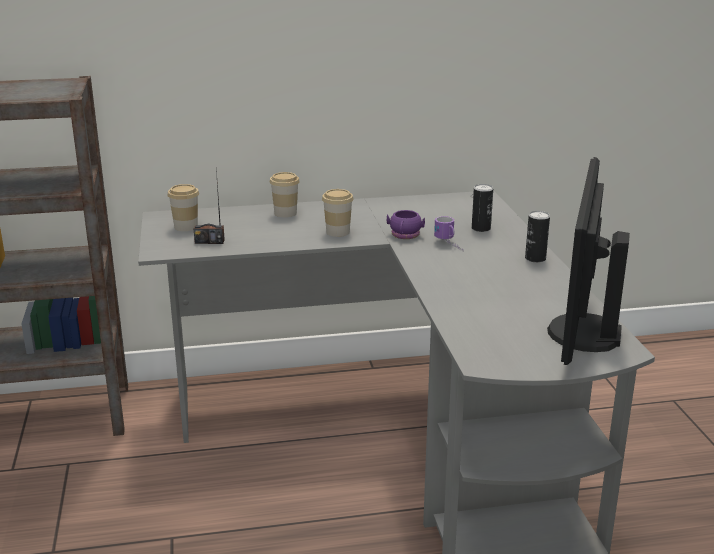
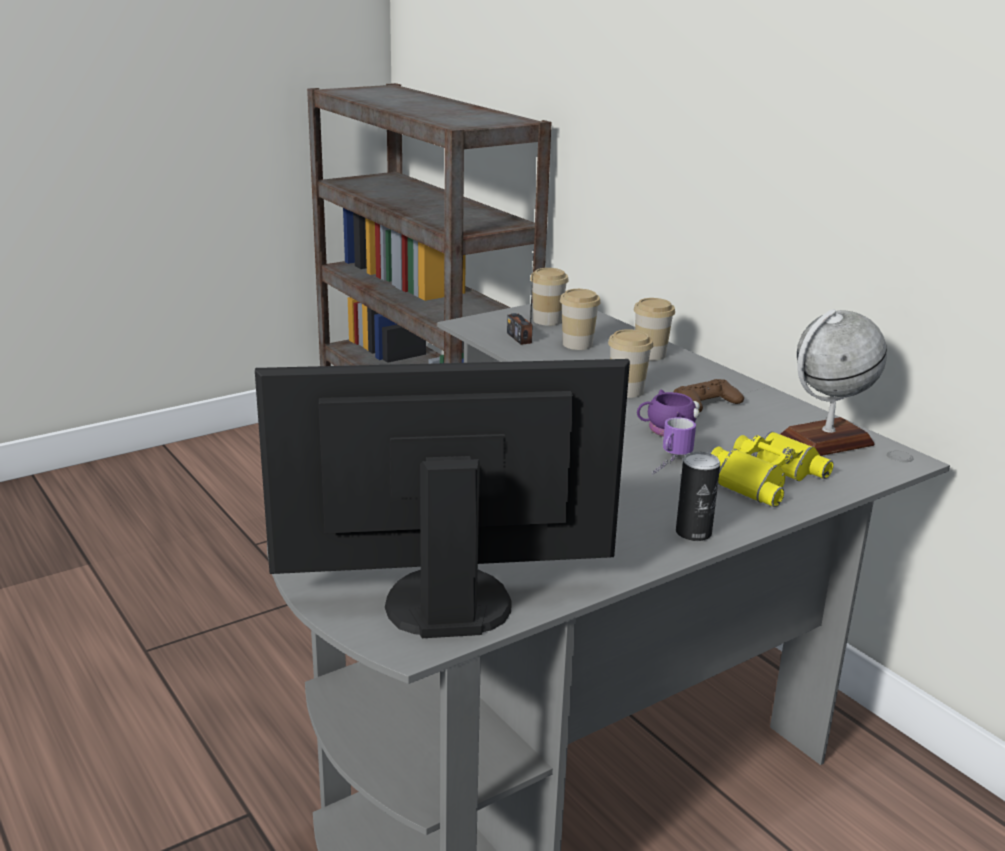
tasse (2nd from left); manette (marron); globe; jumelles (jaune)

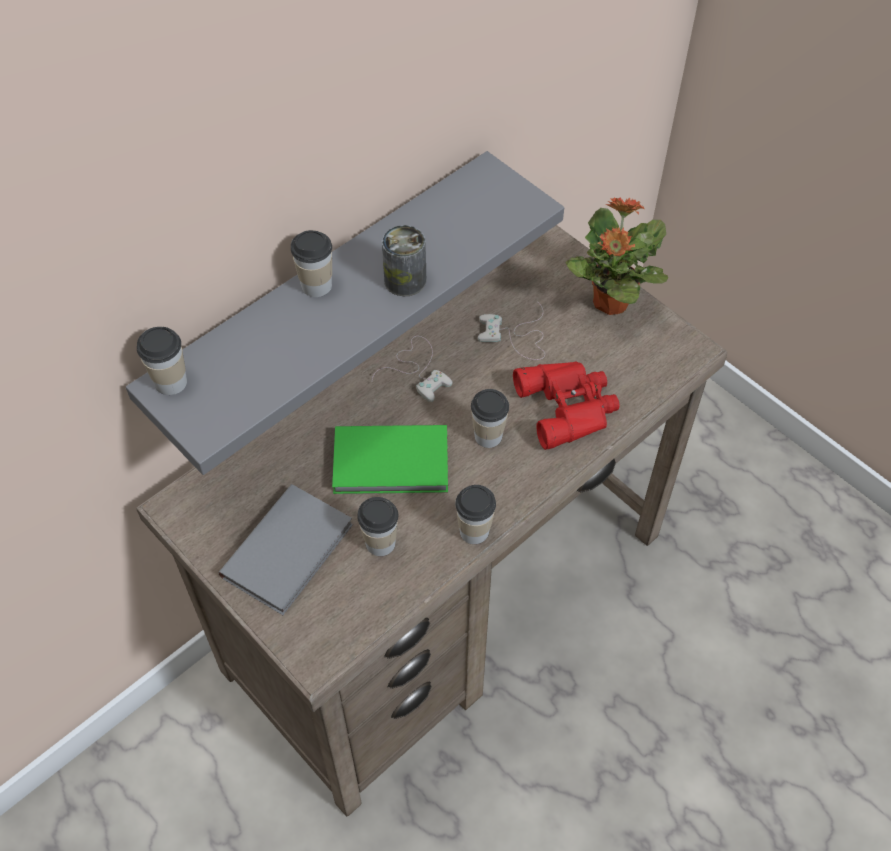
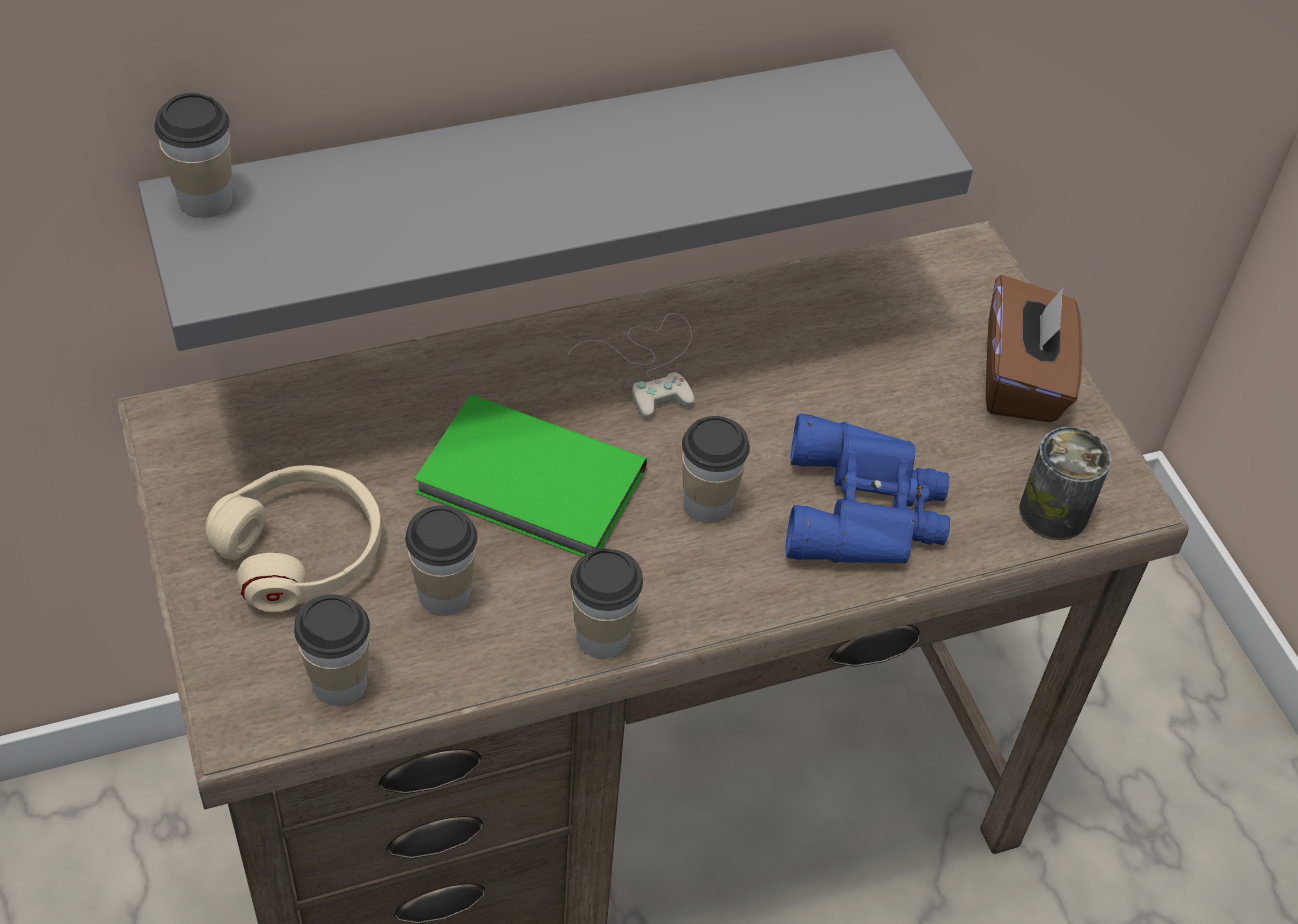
manette (blanc) (2nd from left in the first image); tasse (2nd from left); boîte métallique; casque audio (beige); boîte à mouchoirs (marron); jumelles (bleu)

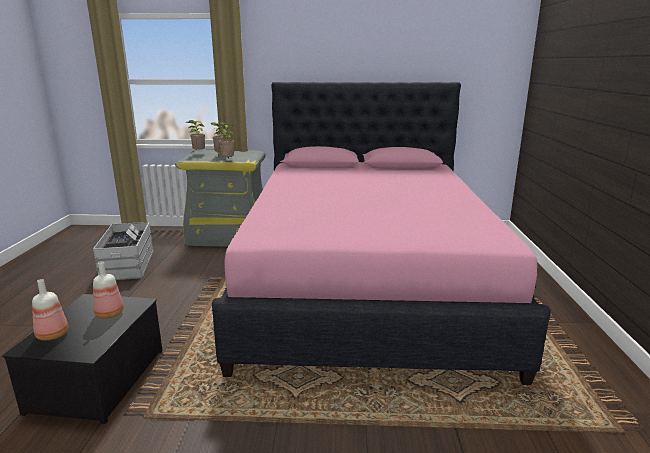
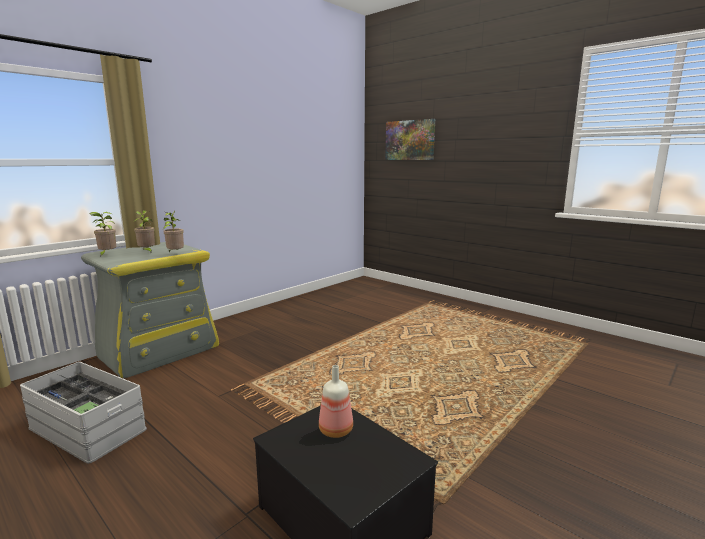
bouteille (1st from left in the first image); lit (rose); tableau

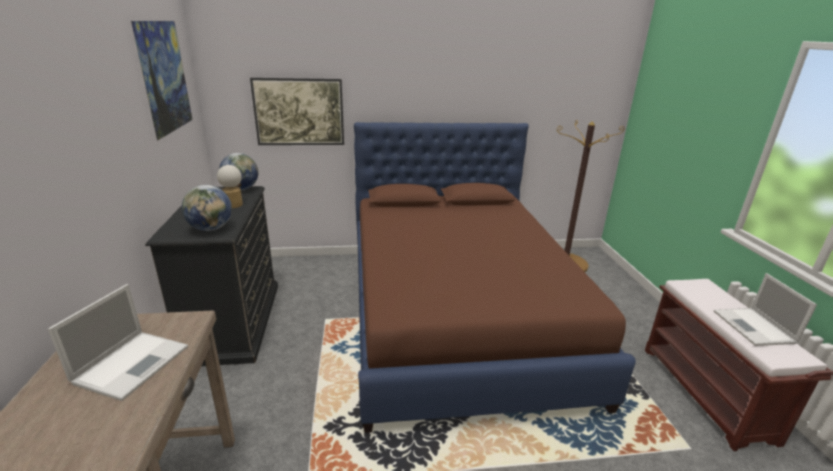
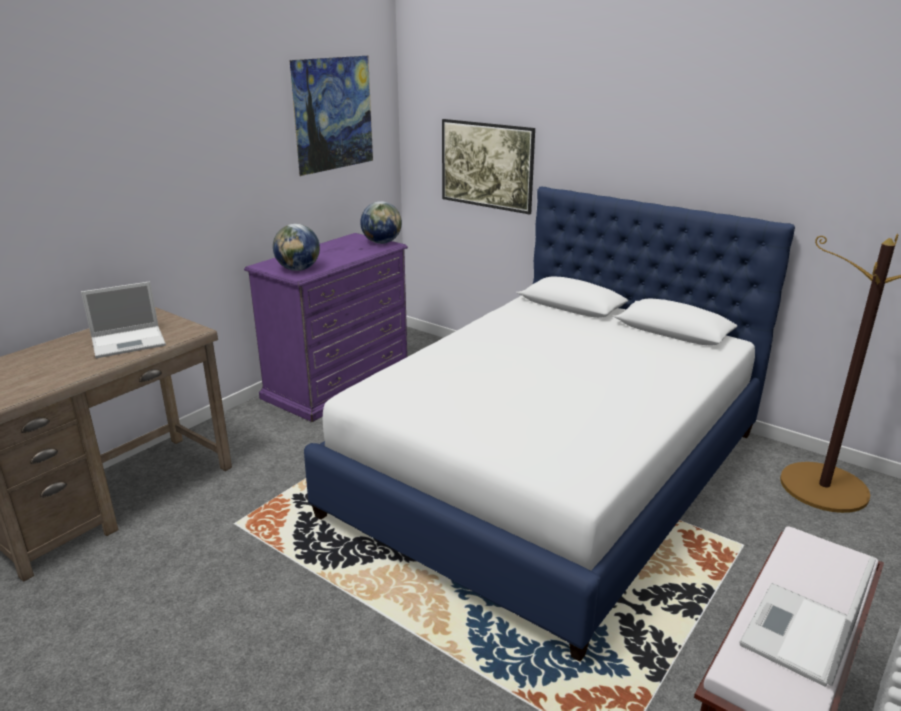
lampe de table; commode (violet); lit (blanc)

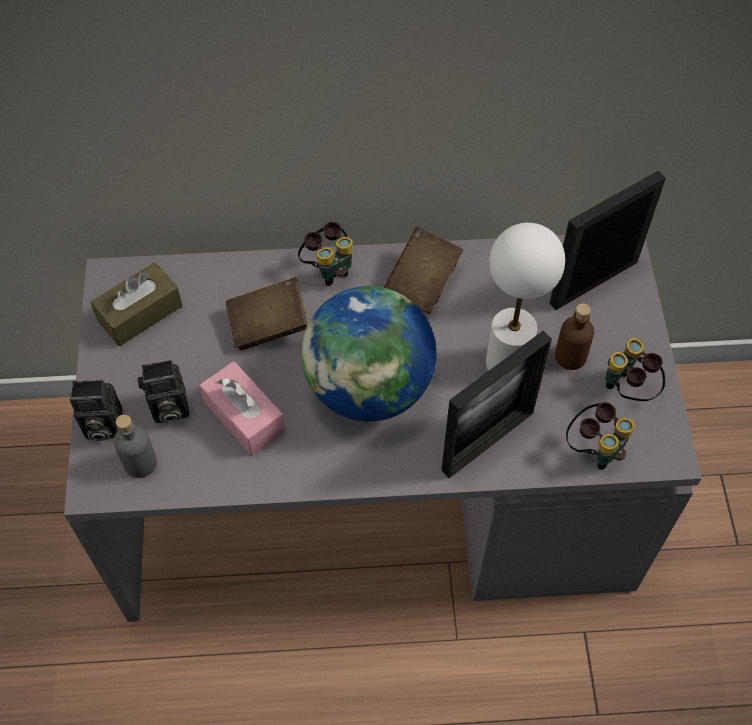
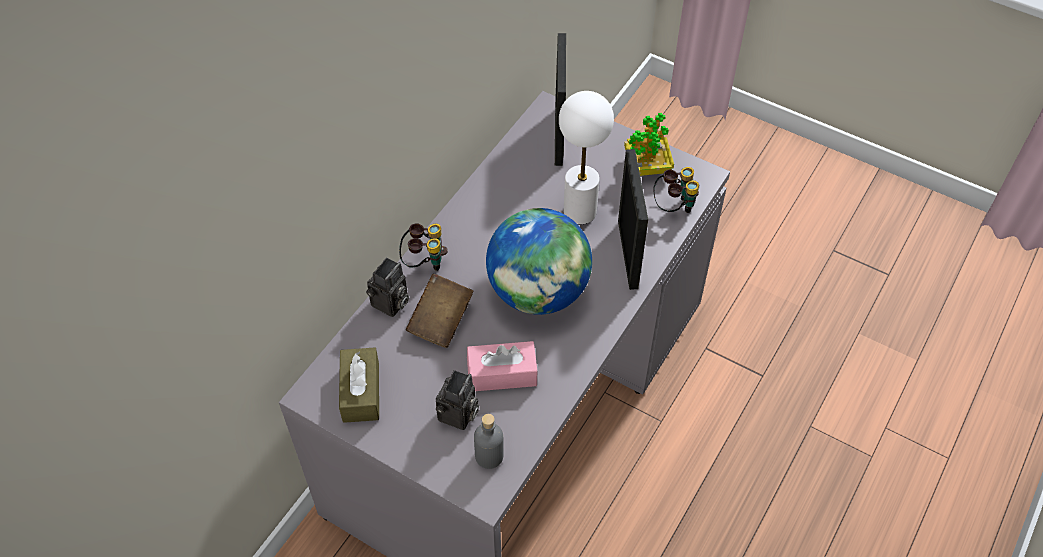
livre (marron) (2nd from left in the first image); bouteille (marron); appareil photo (1st from left); plante en pot

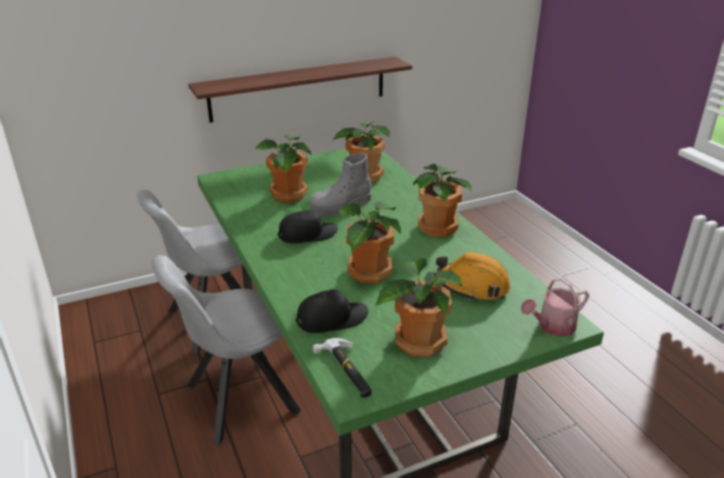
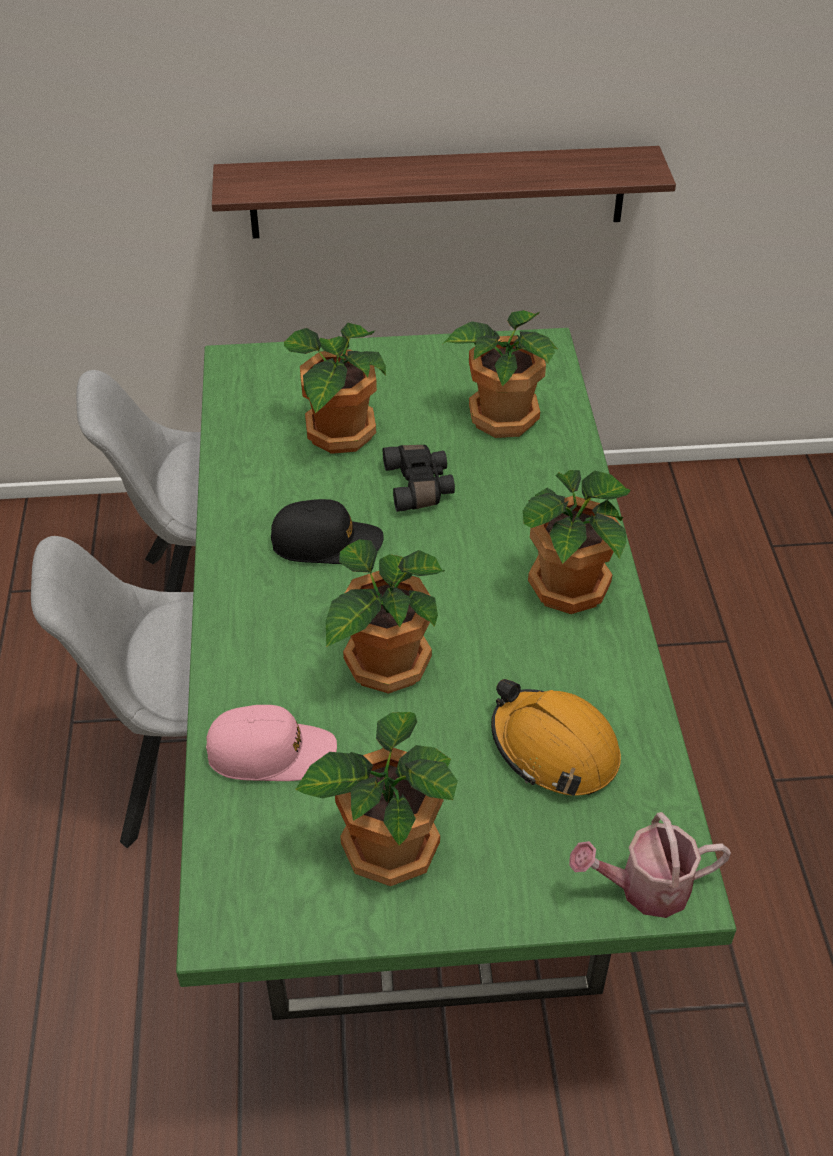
marteau; jumelles (noir); casquette (rose)

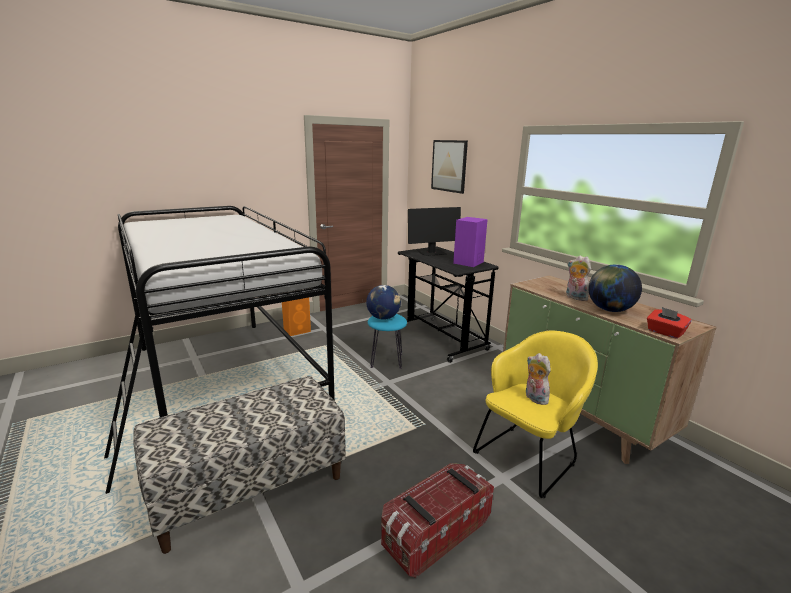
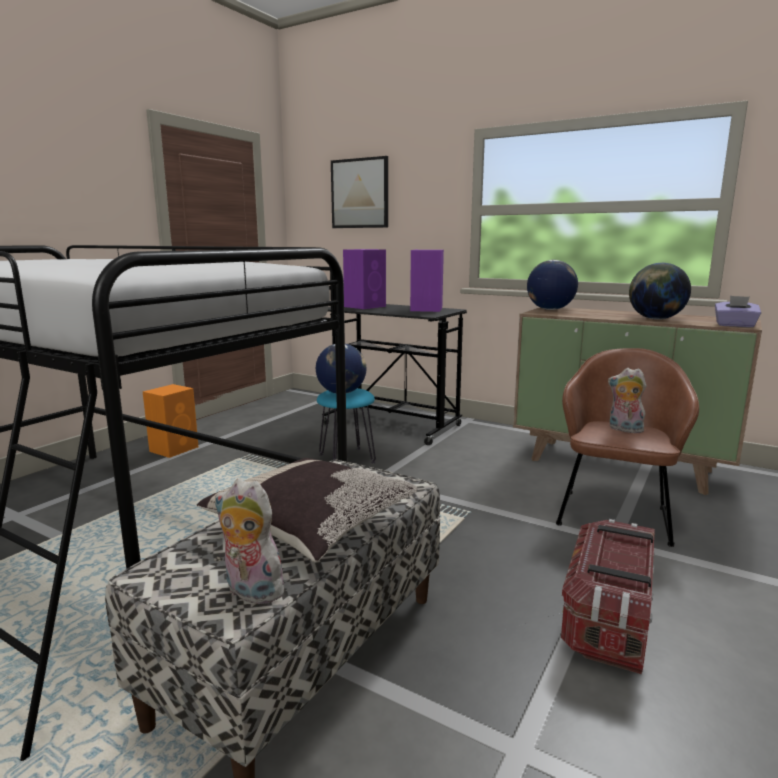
coussin; globe (2nd from left); peluche (1st from left); enceinte (violet) (1st from left); fauteuil (marron); boîte à mouchoirs (violet)

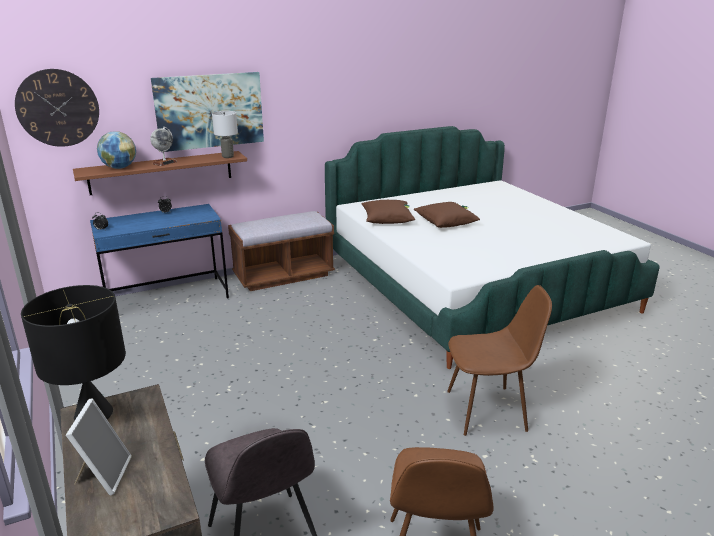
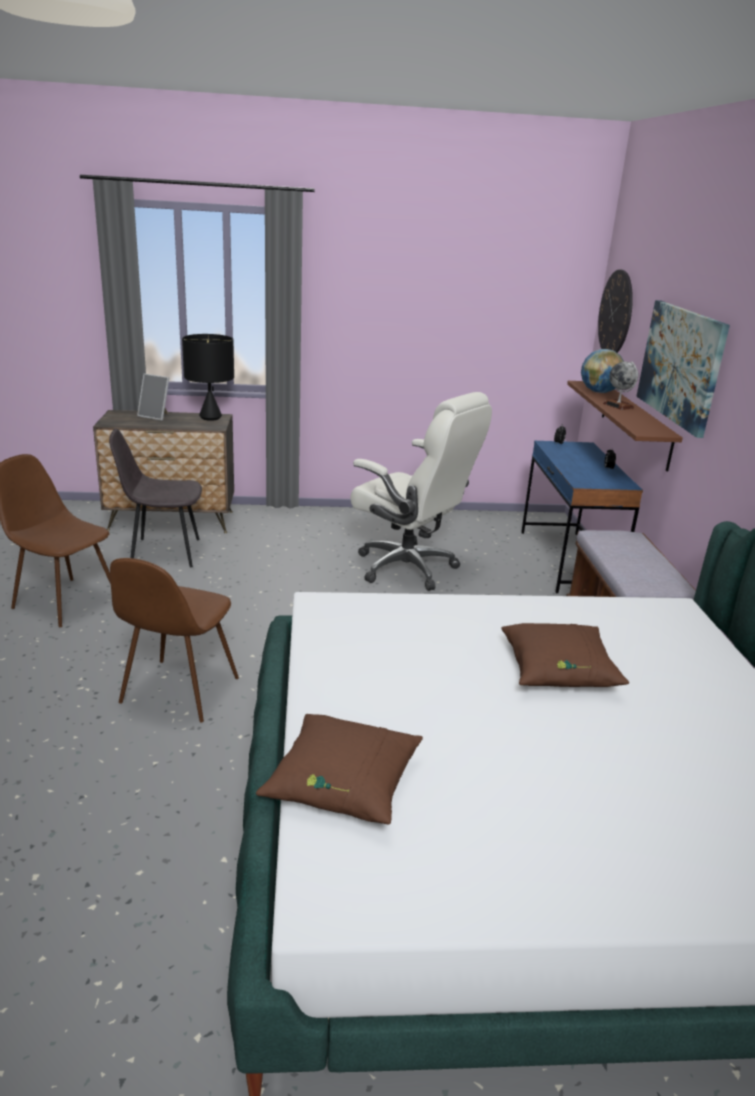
lampe de table (blanc); chaise de bureau (blanc); coussin (marron) (1st from left)

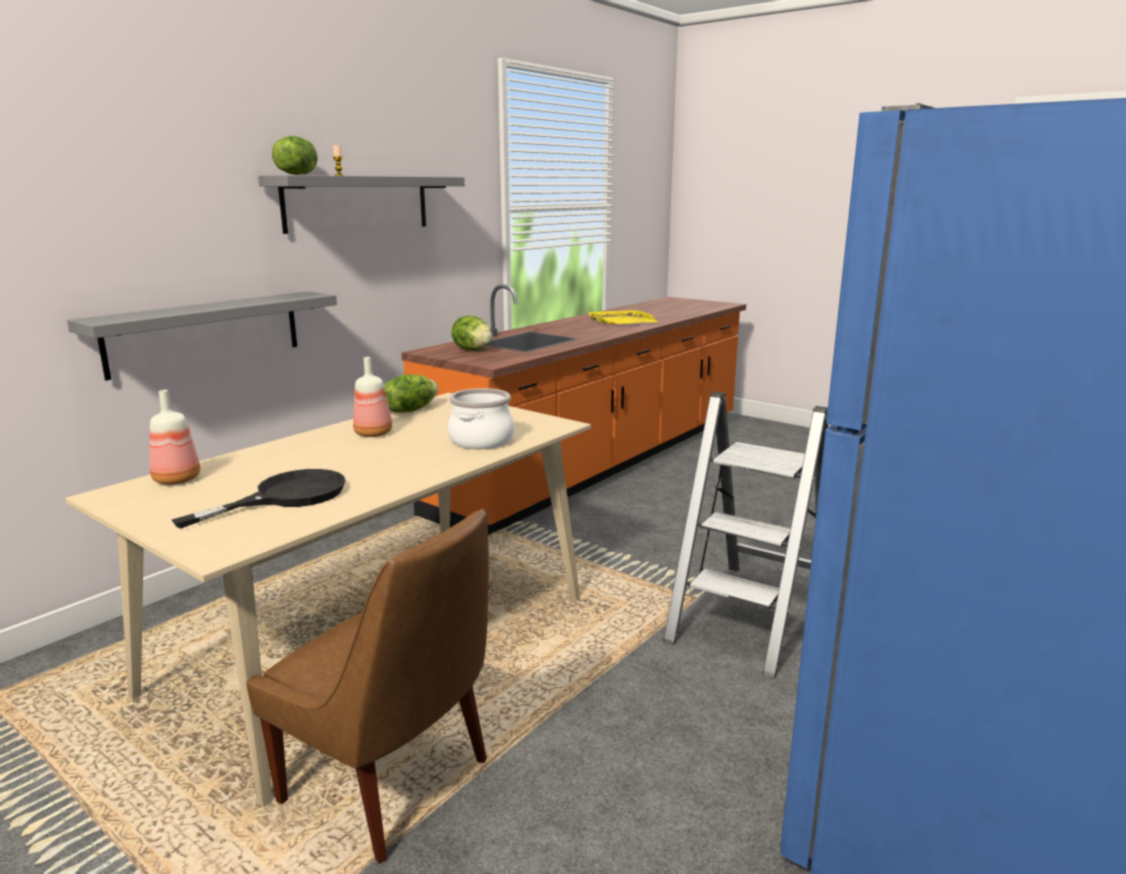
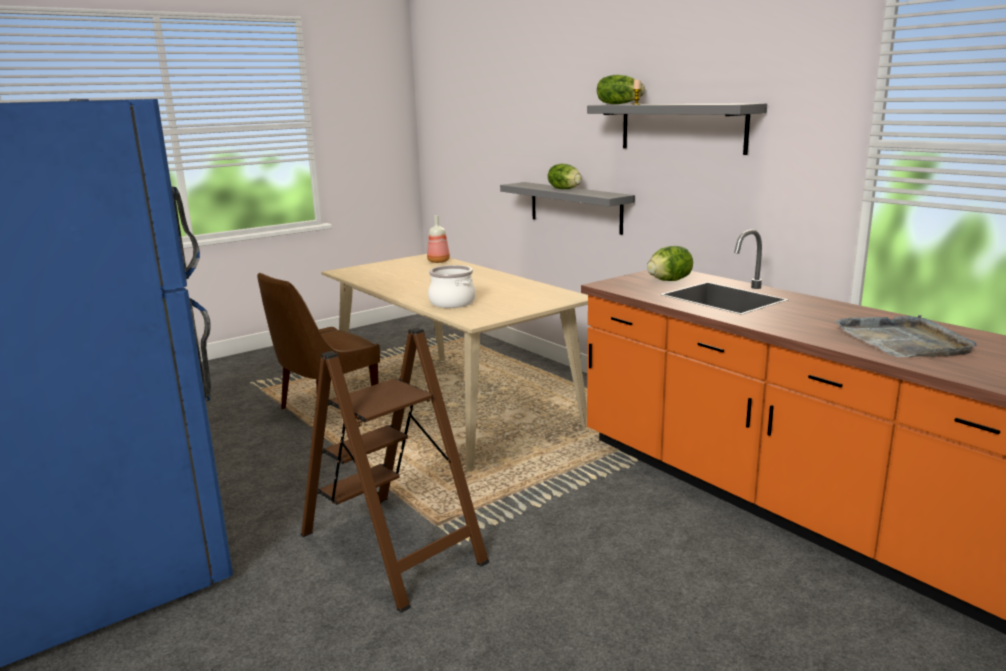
poêle (noir); bouteille (2nd from left in the first image); laitue (1st from left); plateau (gris); escabeau (marron)

